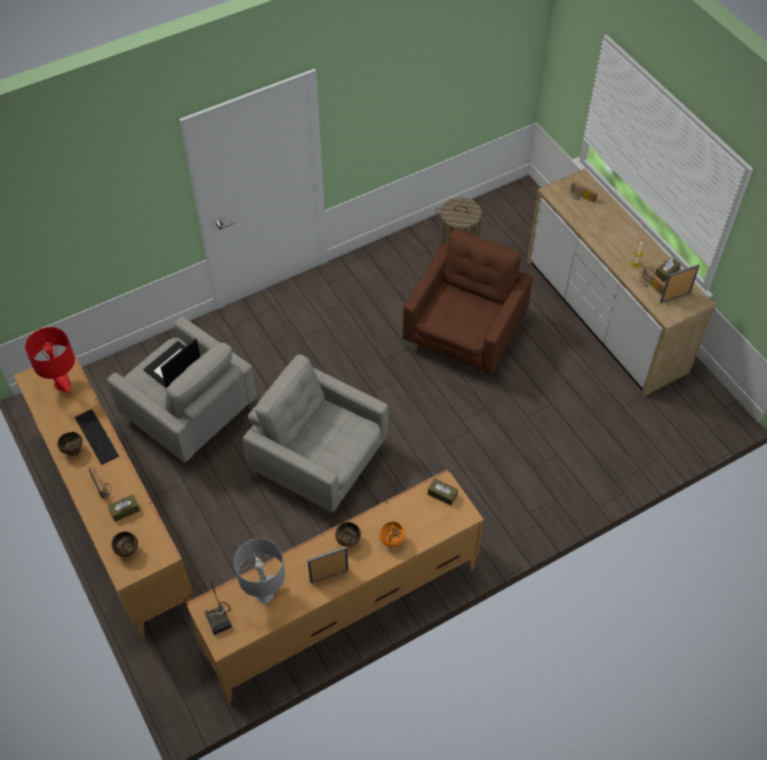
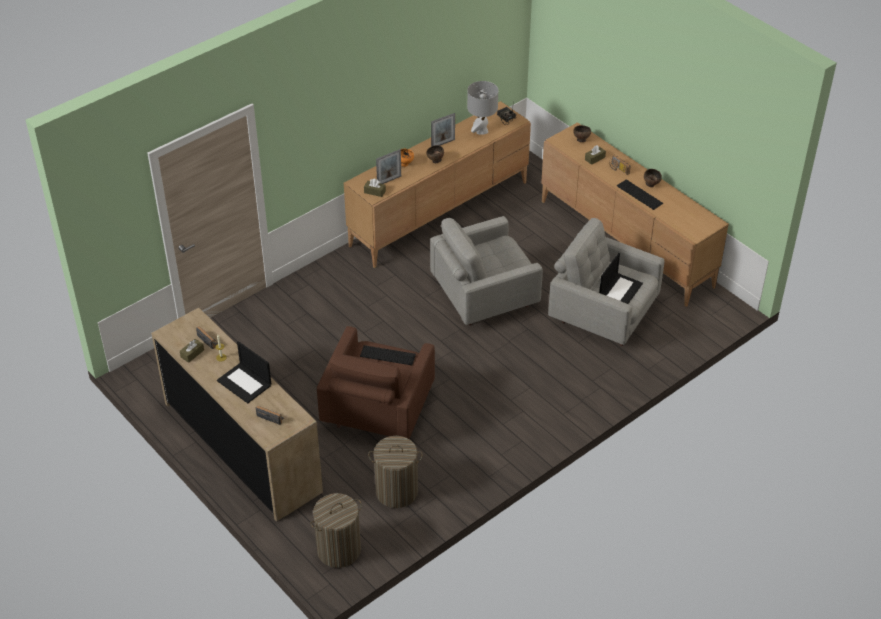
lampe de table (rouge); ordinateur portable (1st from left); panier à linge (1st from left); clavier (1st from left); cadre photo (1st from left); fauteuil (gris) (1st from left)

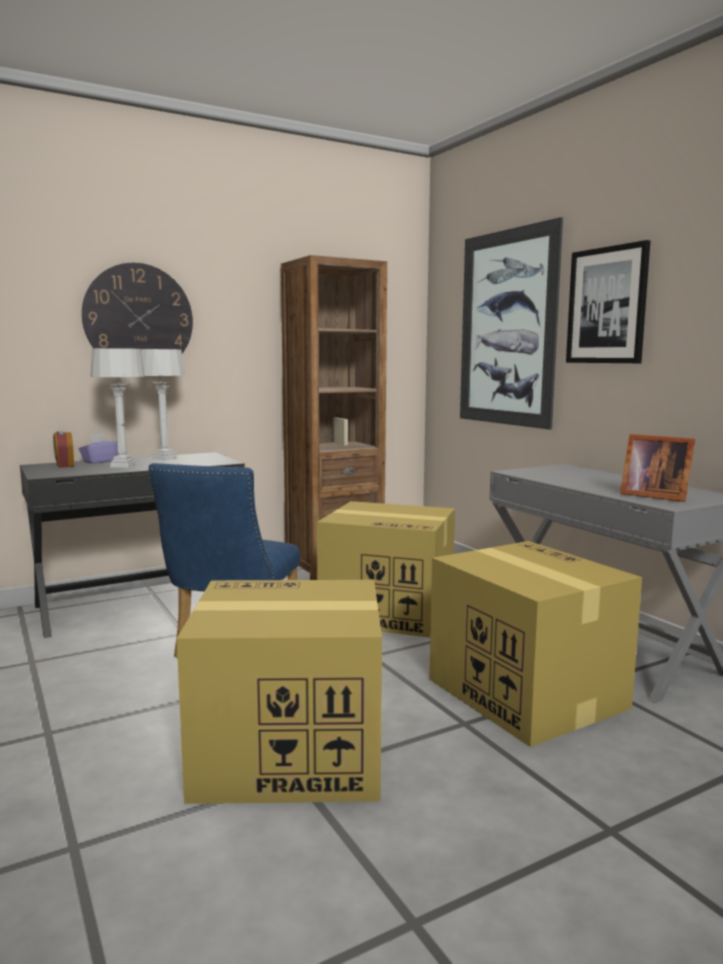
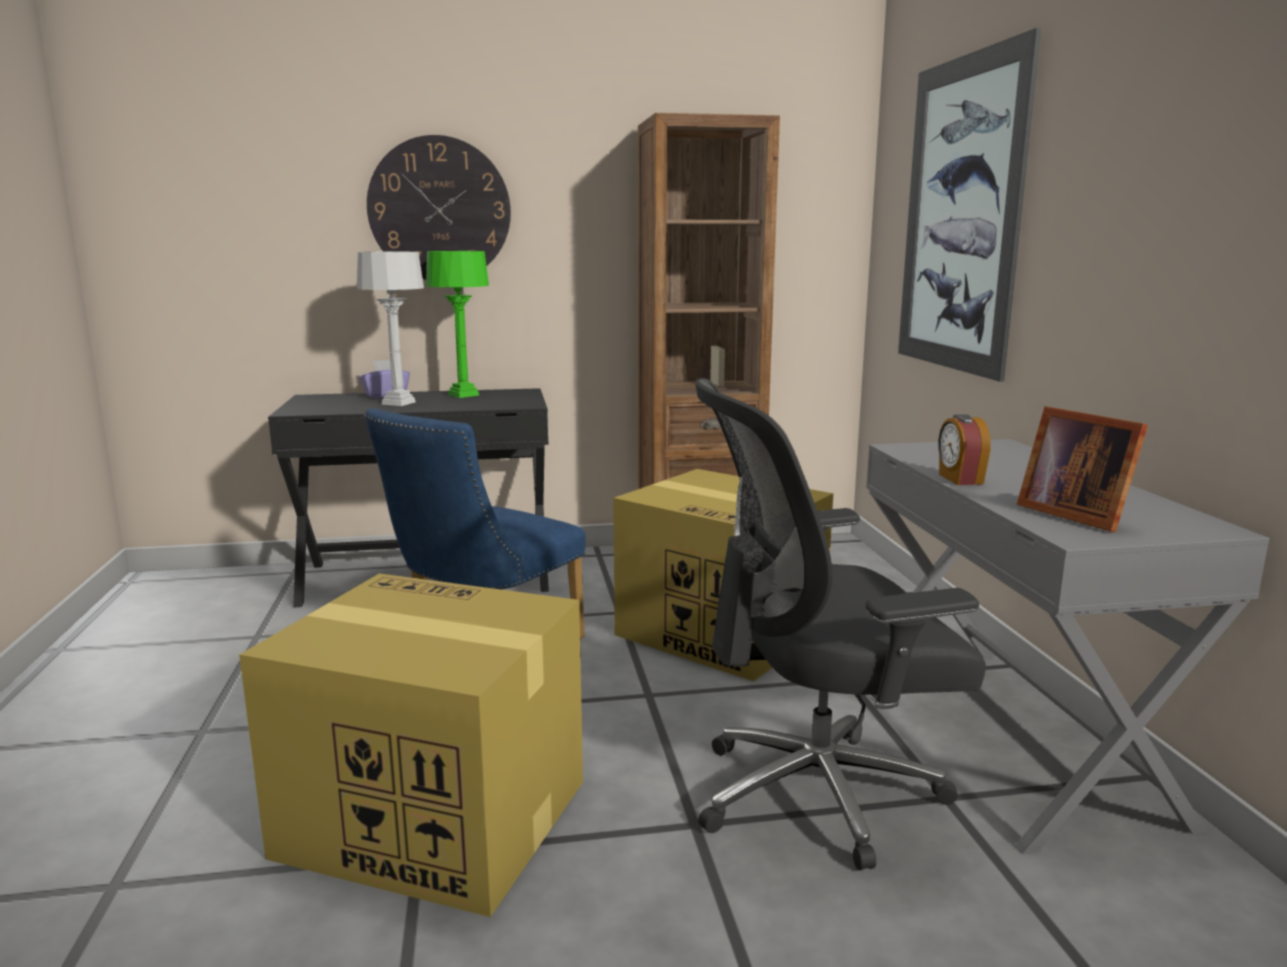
tableau (2nd from left in the first image); réveil; chaise de bureau; lampe de table (vert)

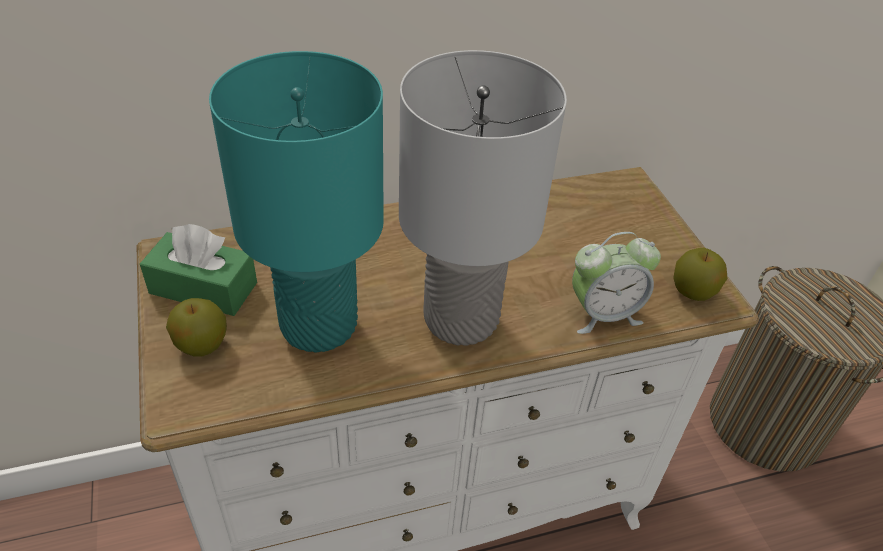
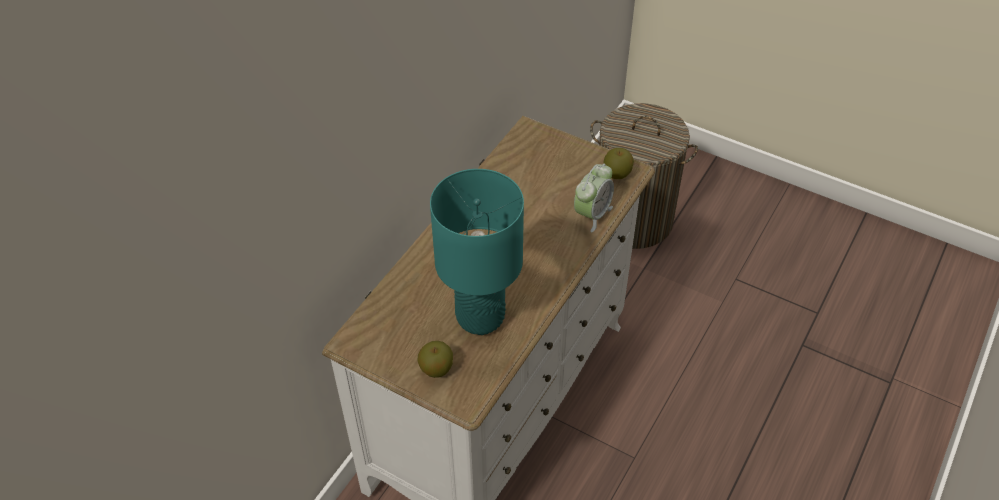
boîte à mouchoirs (vert); lampe de table (gris)

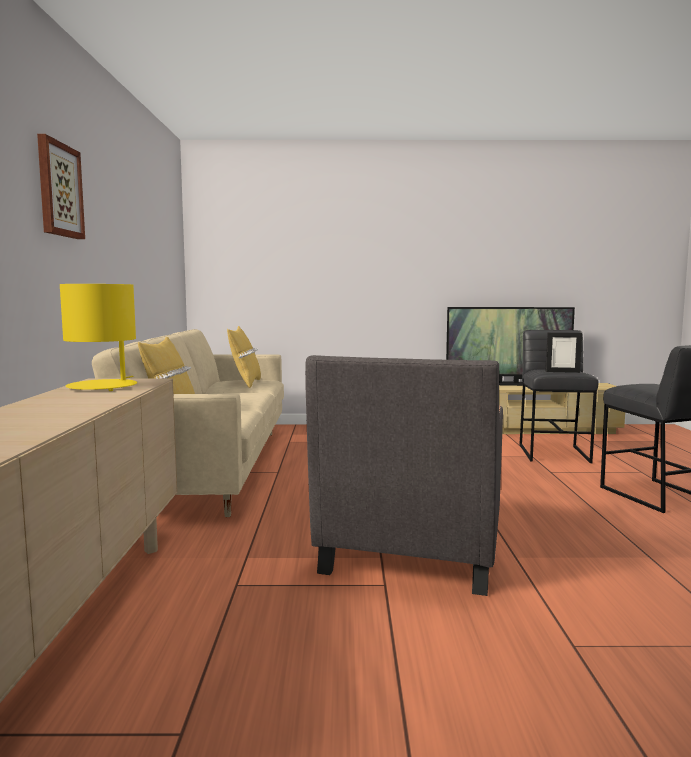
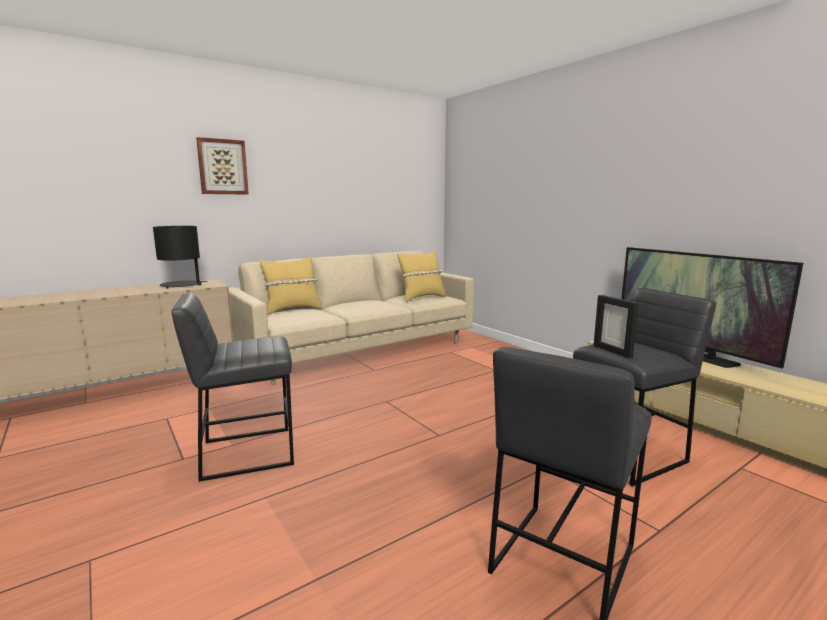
tabouret (gris) (1st from left); lampe de table (noir)

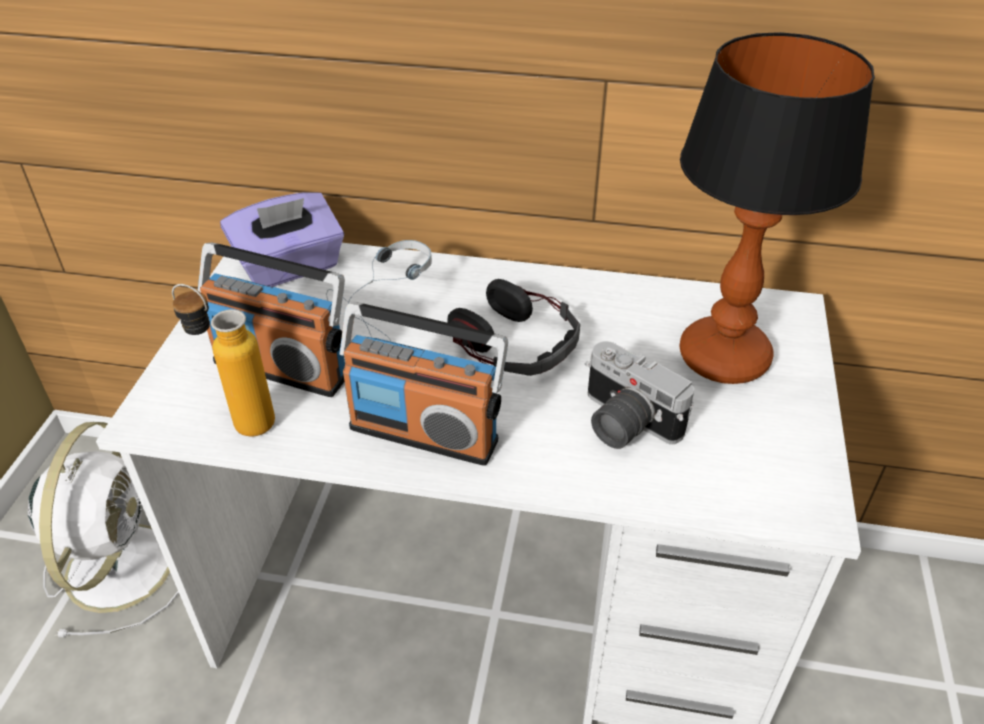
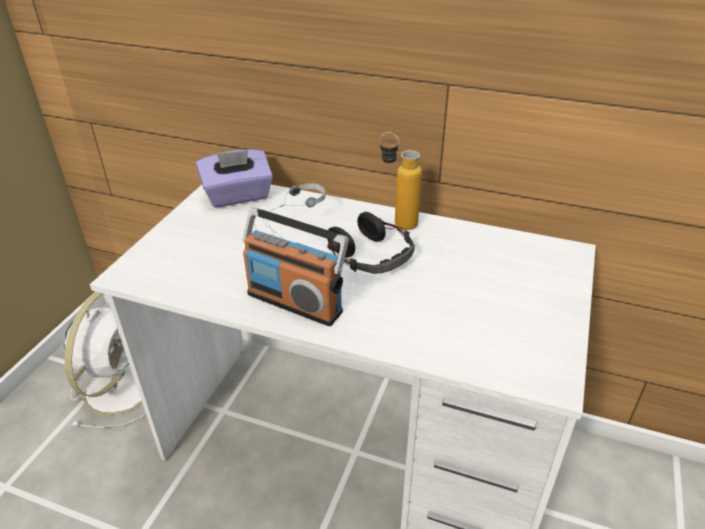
radio (1st from left in the first image); appareil photo; lampe de table; bouteille

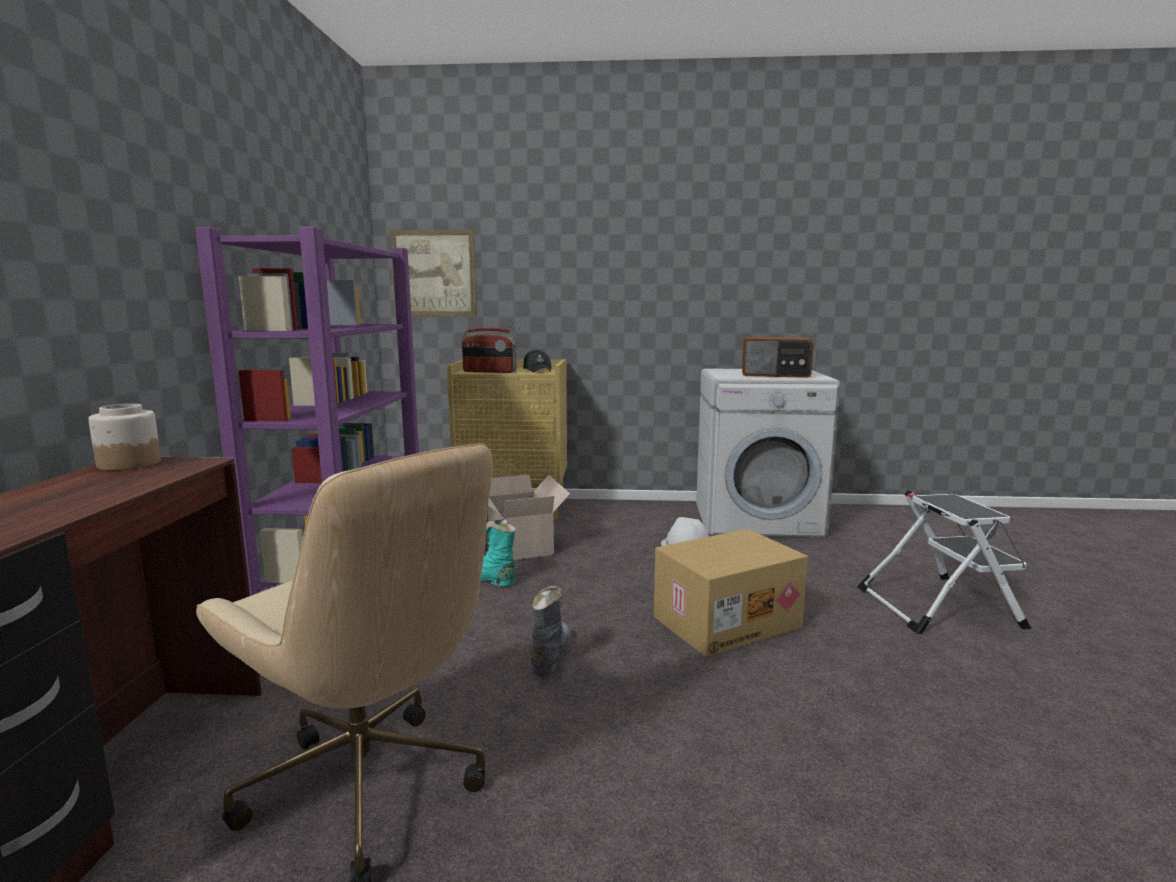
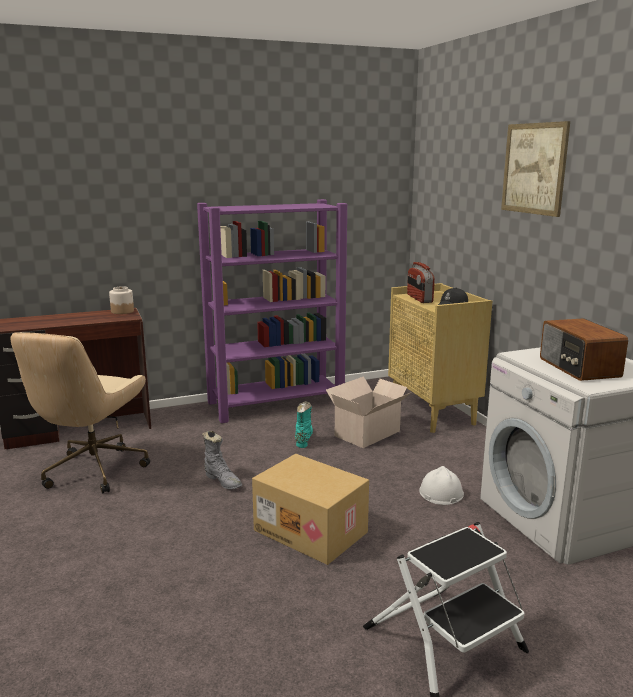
tableau; botte (gris)

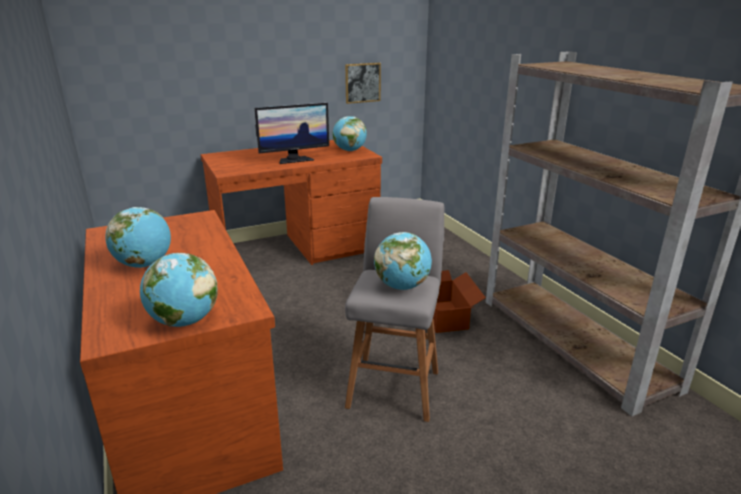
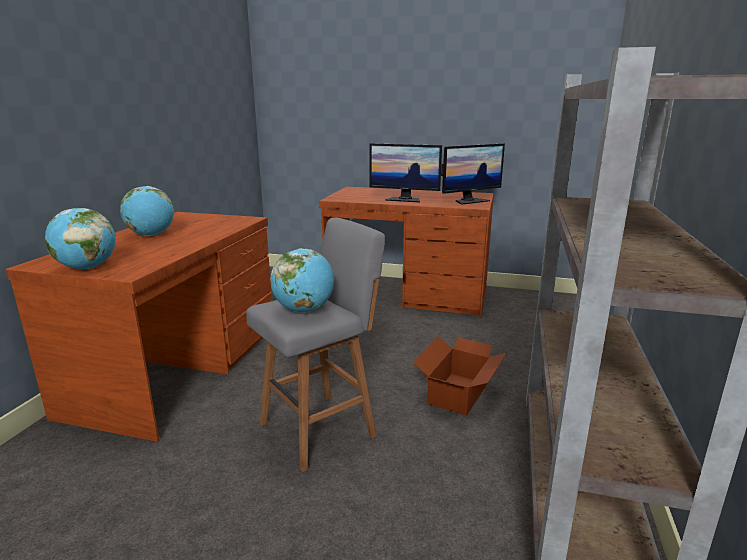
tableau; écran d'ordinateur (2nd from left)

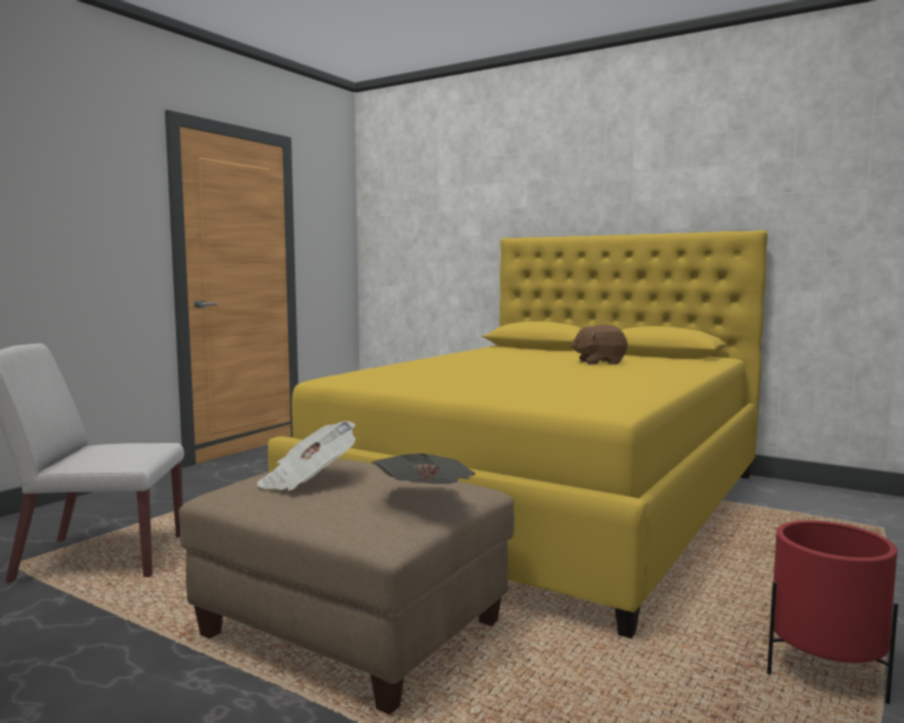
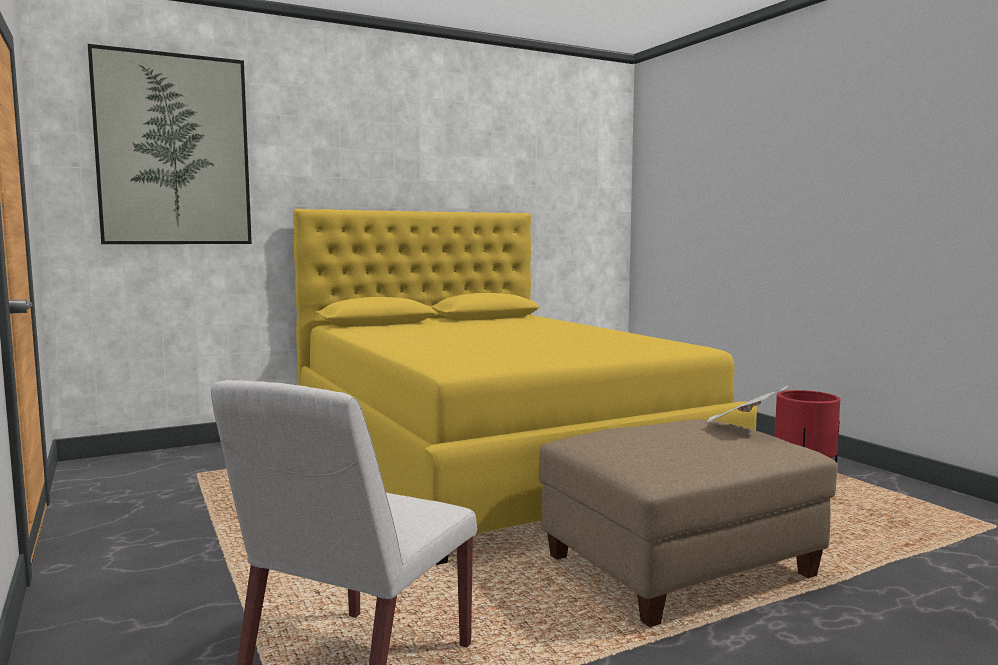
journal (1st from left in the first image); peluche (marron); tableau

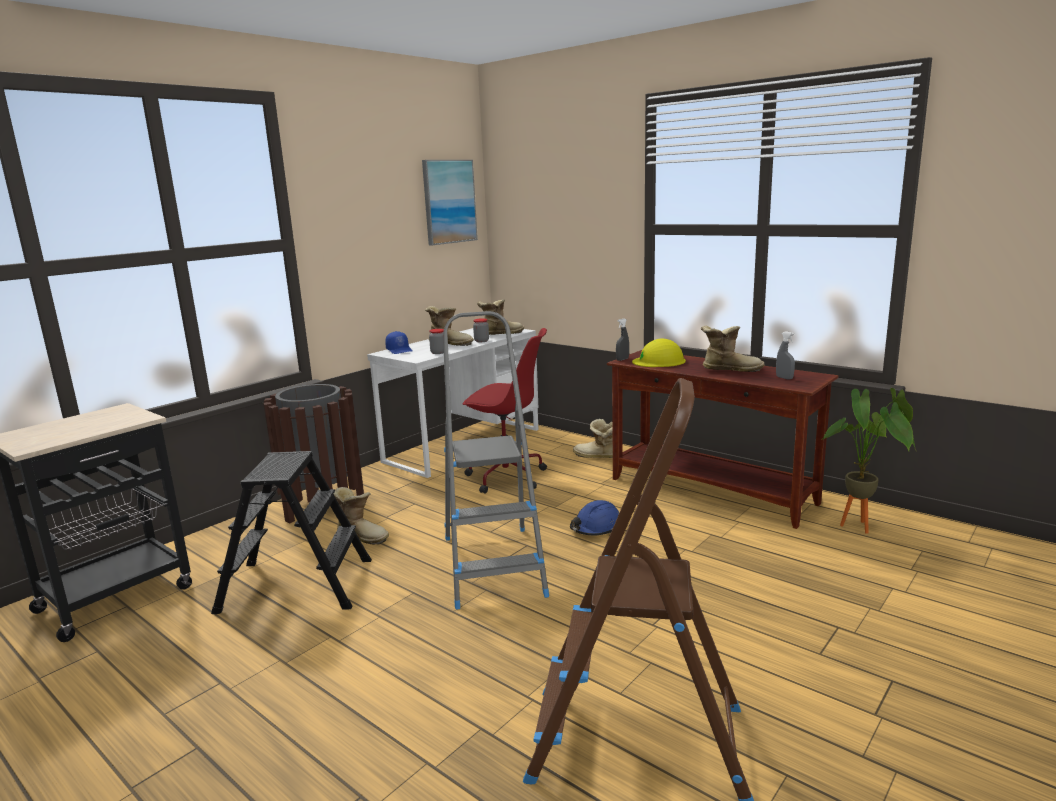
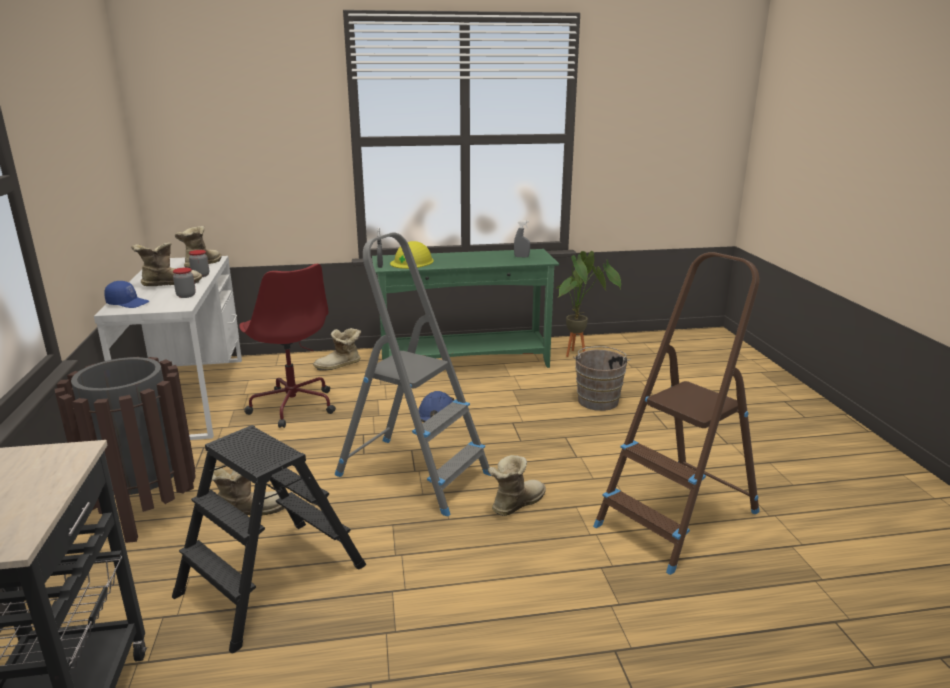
tableau; seau (marron); botte (5th from left); table console (vert); chaise de bureau (rouge)

